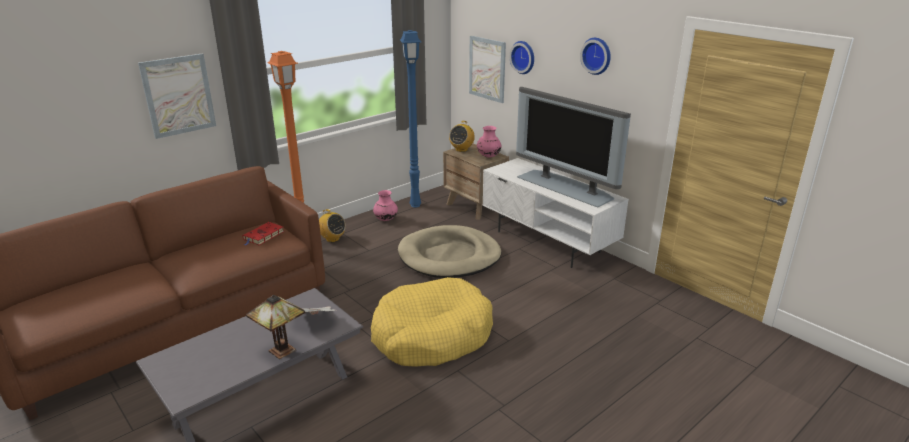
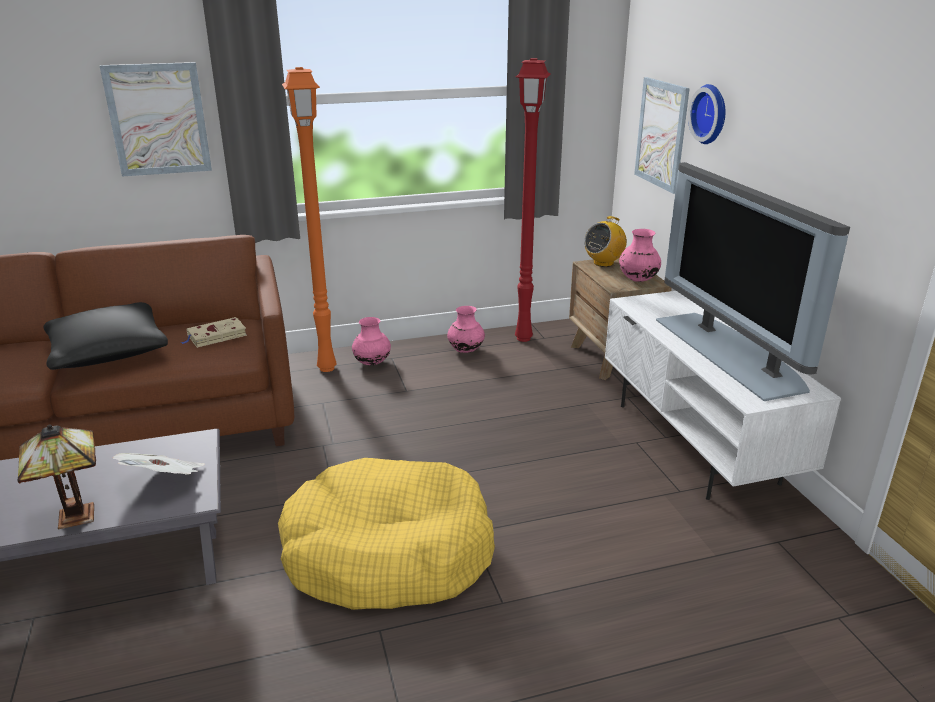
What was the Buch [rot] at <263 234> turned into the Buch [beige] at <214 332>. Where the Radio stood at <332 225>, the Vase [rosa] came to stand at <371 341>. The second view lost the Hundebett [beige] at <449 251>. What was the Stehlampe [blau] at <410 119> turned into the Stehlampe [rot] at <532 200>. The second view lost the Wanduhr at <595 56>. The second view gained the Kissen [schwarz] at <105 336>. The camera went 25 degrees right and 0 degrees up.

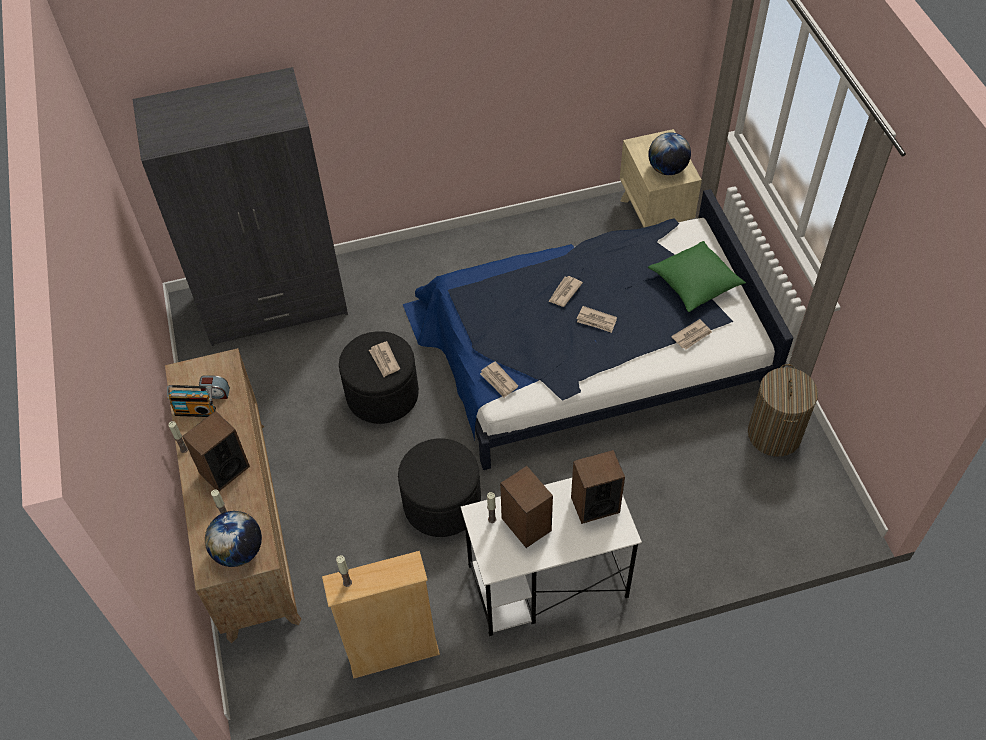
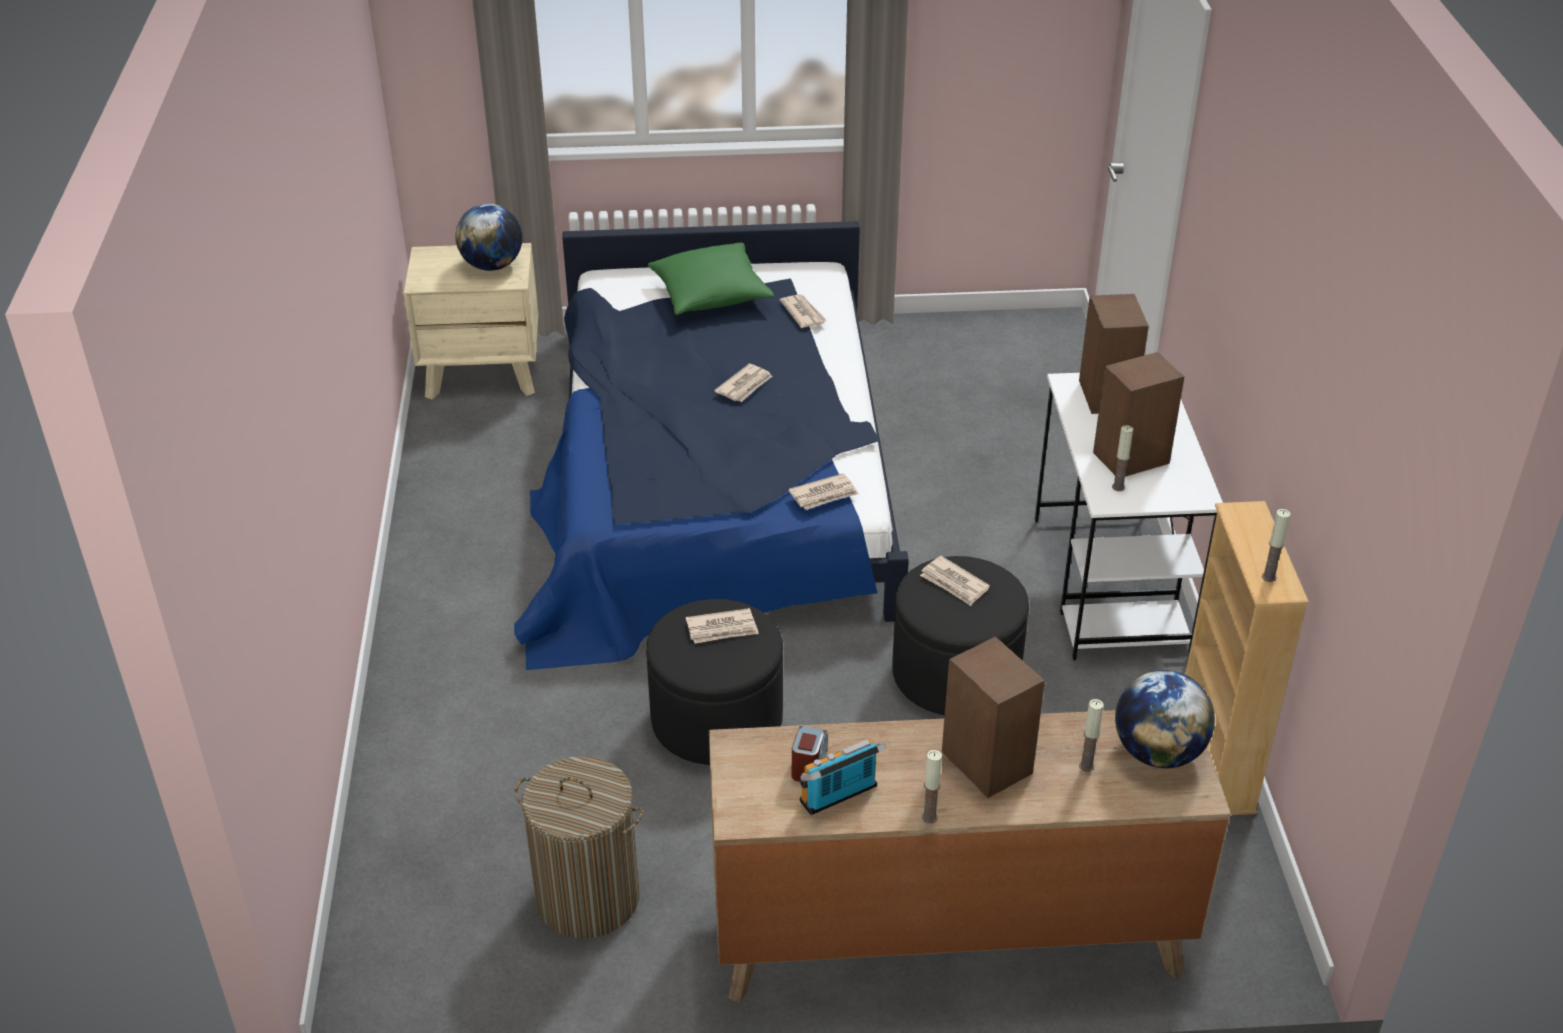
The second view lost the Kleiderschrank [grau] at <240 206>. The Radio at <191 401> ended up facing another way, 135 degrees counterclockwise from before. The Zeitung ended up elsewhere, having gone from <565 291> to <955 581>. The Wäschekorb ended up elsewhere, having gone from <783 410> to <579 847>. The camera went 80 degrees left and 15 degrees down.

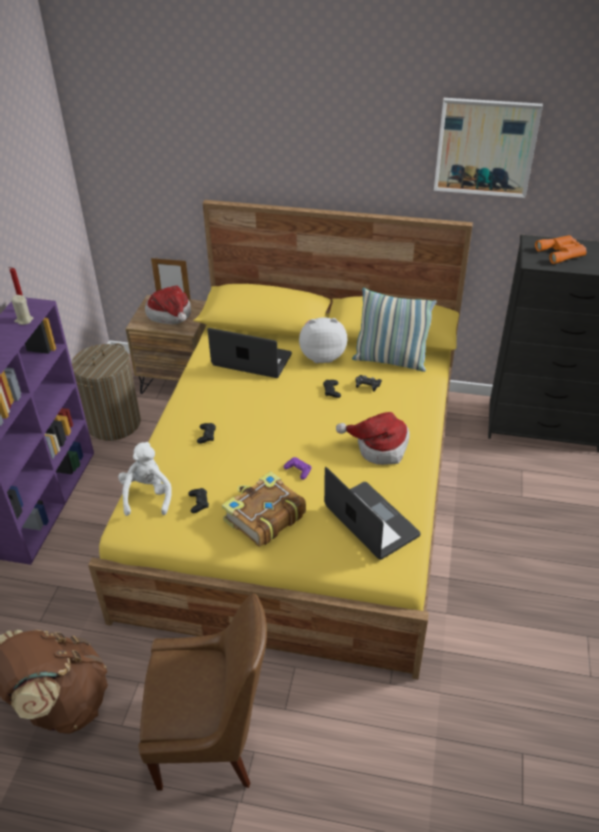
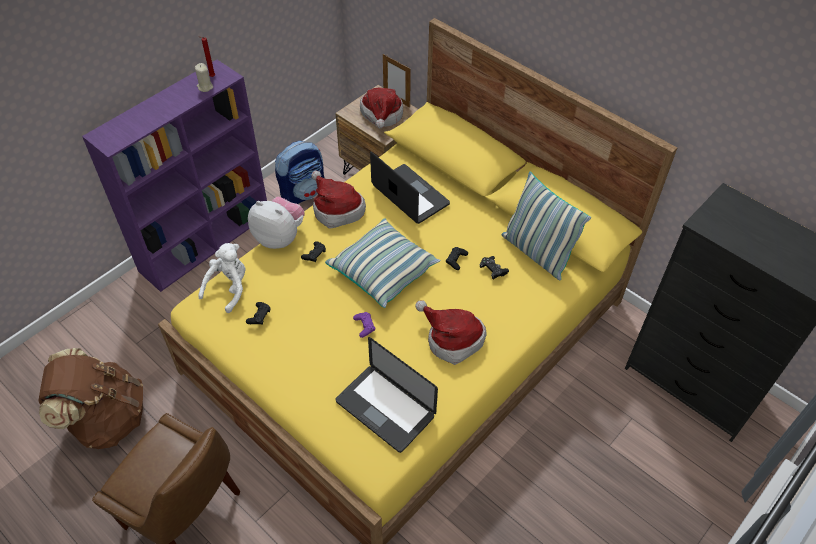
Where the Wäschekorb stood at <106 392>, the Rucksack came to stand at <299 172>. The second view lost the Buch at <264 509>. The Plüschtier ended up elsewhere, having gone from <323 340> to <276 223>. The Laptop at <372 513> ended up facing another way, 135 degrees clockwise from before. The second view lost the Bild at <488 148>. The second view lost the Fernglas [orange] at <560 249>. The second view gained the Hut at <338 199>. The second view gained the Kissen at <383 263>. The camera went 30 degrees right and 10 degrees up.

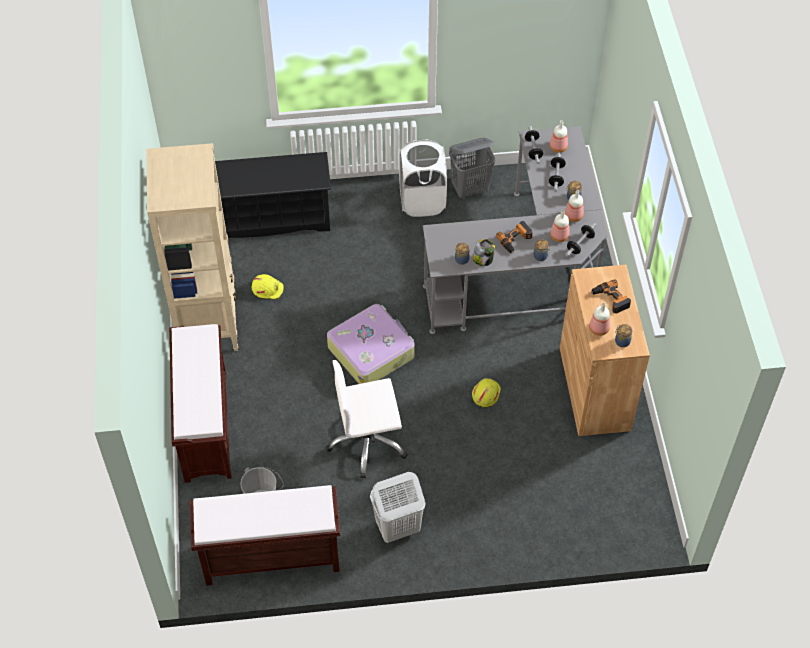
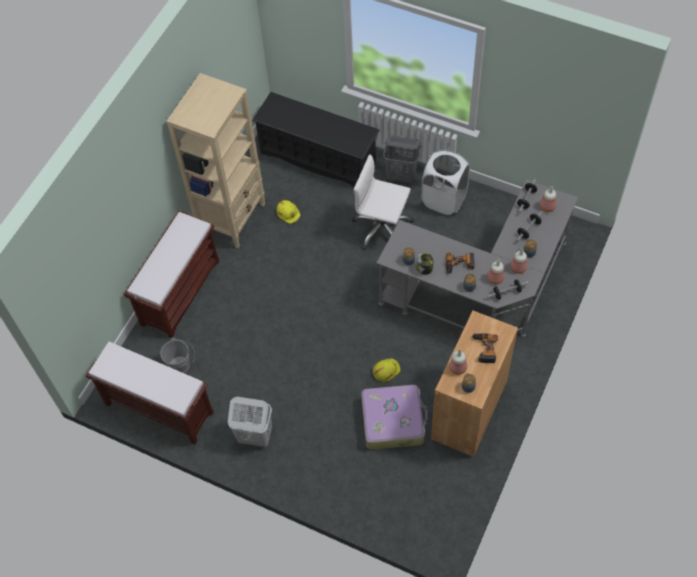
The Bürostuhl [weiß] ended up elsewhere, having gone from <367 419> to <383 202>. The Koffer ended up elsewhere, having gone from <371 344> to <394 417>. The Wäschekorb [grau] ended up elsewhere, having gone from <472 168> to <402 159>. The camera went 35 degrees right and 5 degrees up.

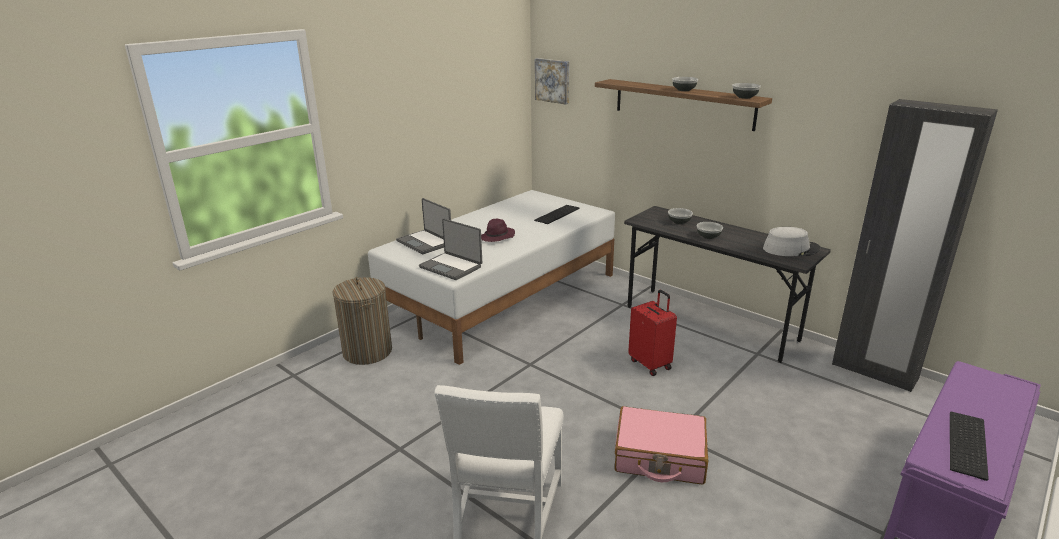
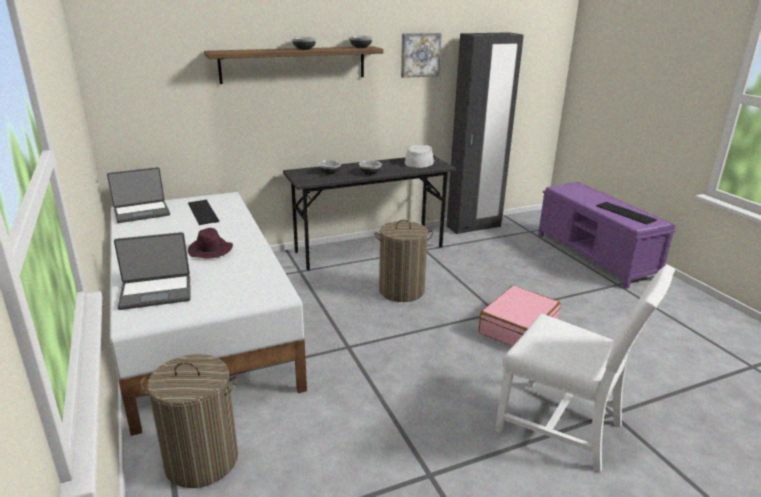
The Laptop ended up elsewhere, having gone from <450 249> to <138 195>. The Bild ended up elsewhere, having gone from <552 81> to <421 55>. Where the Koffer [rot] stood at <652 333>, the Wäschekorb came to stand at <403 261>. The camera went 65 degrees left and 0 degrees up.

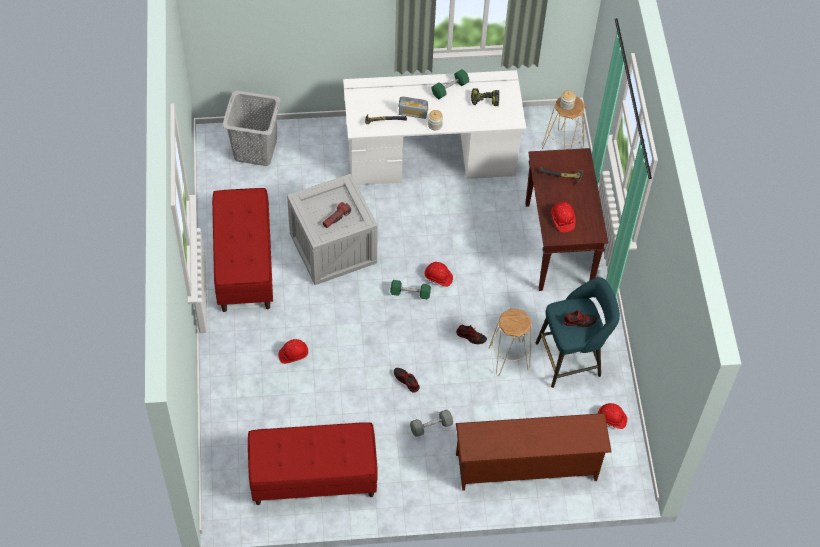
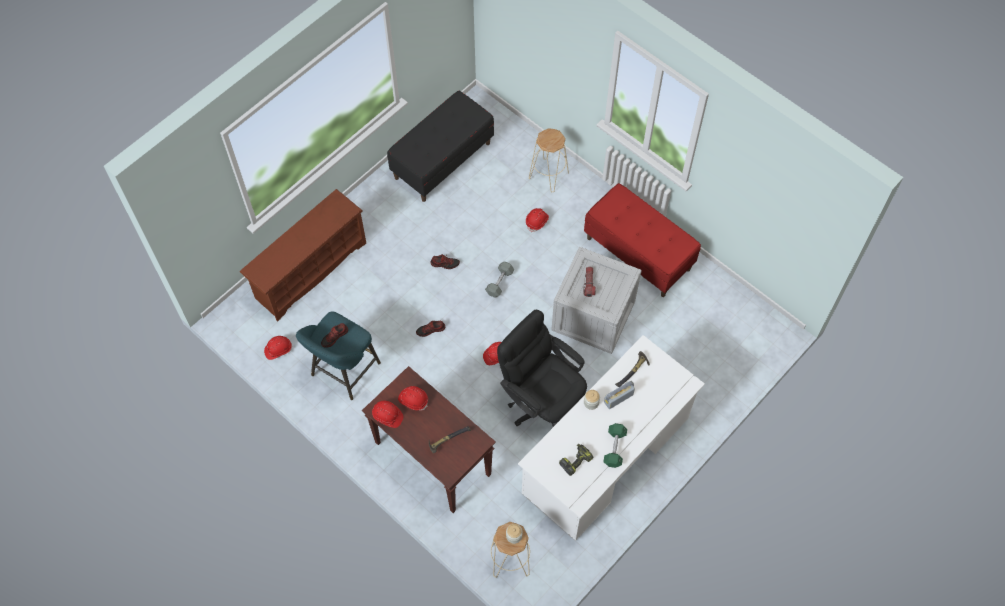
The second view lost the Wäschekorb [grau] at <251 128>. What was the Bank [rot] at <313 463> turned into the Bank [schwarz] at <440 146>. The second view lost the Hantel [grün] at <410 290>. The Hantel [grau] ended up elsewhere, having gone from <431 423> to <499 280>. The Hocker [beige] ended up elsewhere, having gone from <510 342> to <549 160>. The second view gained the Schutzhelm [rot] at <387 414>. The second view gained the Bürostuhl [schwarz] at <542 368>. The camera went 140 degrees right and 5 degrees up.

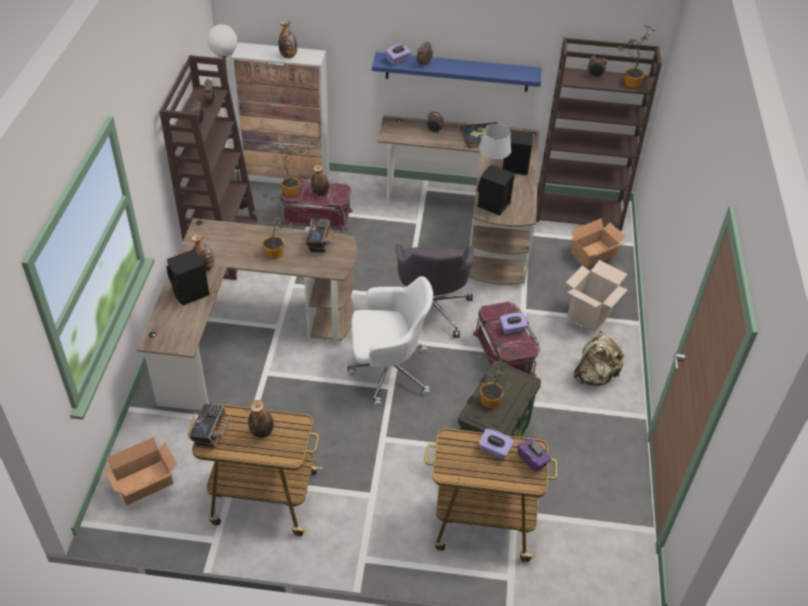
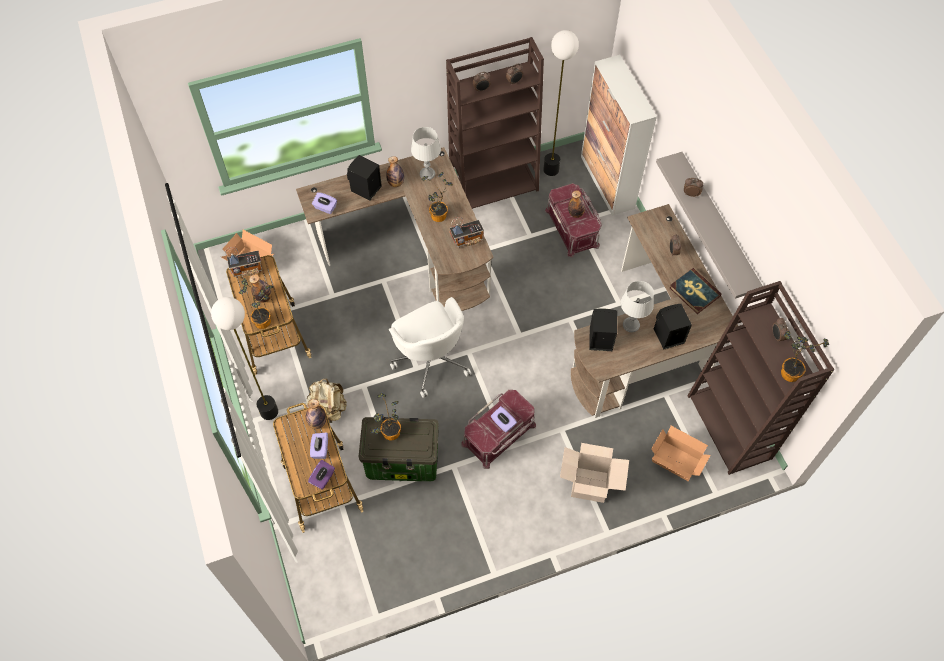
The Topfpflanze ended up elsewhere, having gone from <288 171> to <256 303>. The Flasche ended up elsewhere, having gone from <288 39> to <316 414>. What was the Wandregal [blau] at <456 72> turned into the Wandregal [grau] at <709 225>. The Taschentuchbox [lila] ended up elsewhere, having gone from <398 54> to <324 203>. The second view lost the Bürostuhl [grau] at <435 291>. The Rucksack [beige] ended up elsewhere, having gone from <599 358> to <326 401>. The second view gained the Stehlampe at <244 358>. The second view gained the Tischlampe [grau] at <426 153>. The camera went 65 degrees right and 15 degrees up.

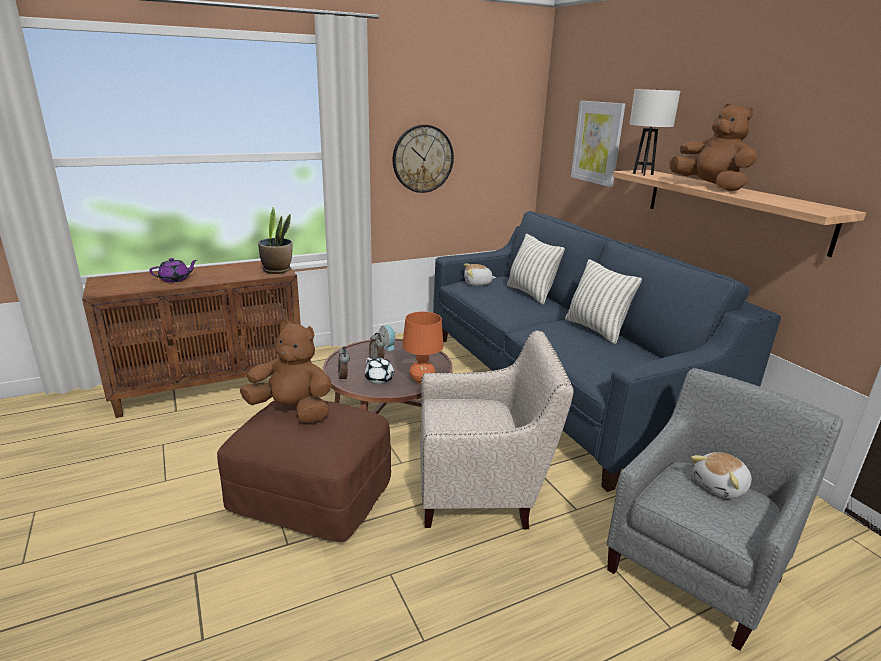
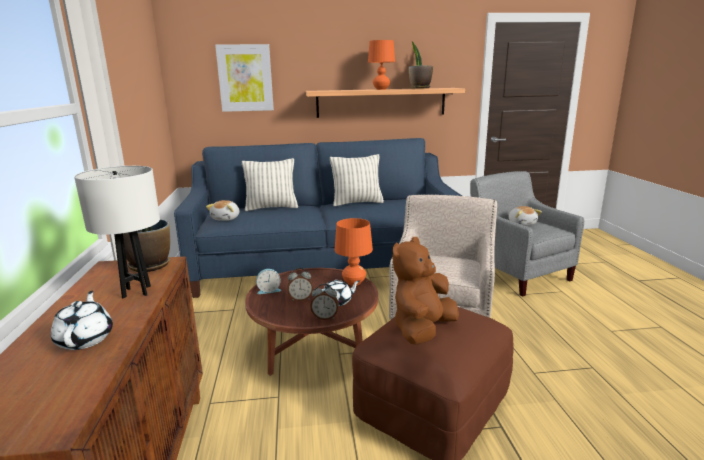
What was the Teekanne [lila] at <173 270> turned into the Teekanne [weiß] at <82 320>. The second view lost the Wanduhr at <423 159>. The Tischlampe [weiß] ended up elsewhere, having gone from <655 132> to <117 232>. Where the Plüschtier [braun] stood at <713 147>, the Tischlampe [orange] came to stand at <381 65>. The second view gained the Topfpflanze at <421 64>. The camera went 70 degrees left and 5 degrees down.

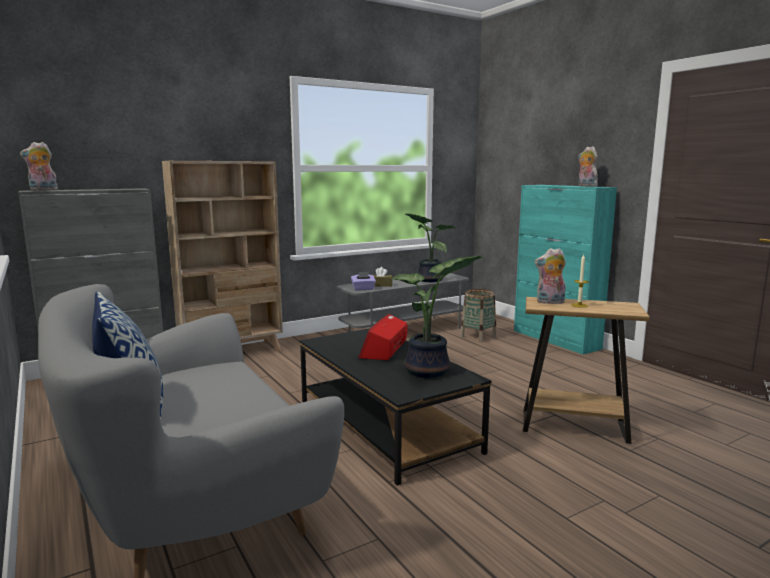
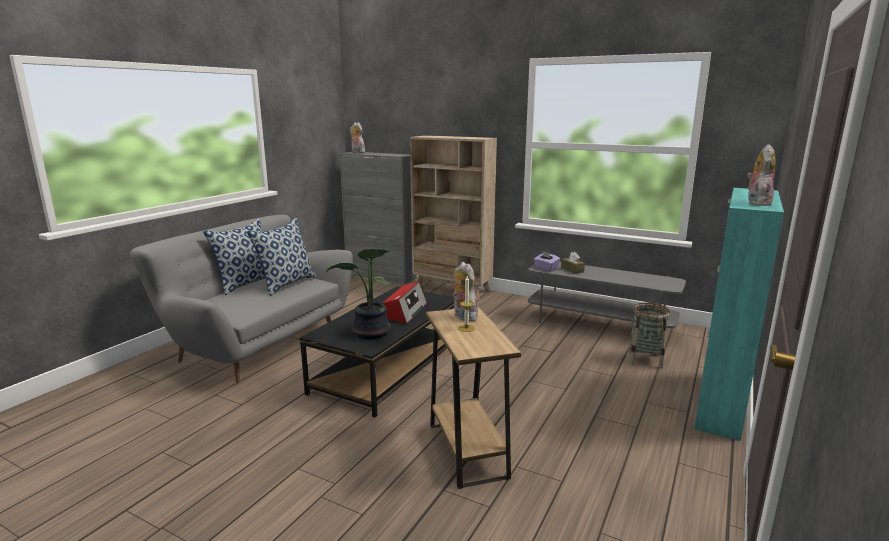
The Radio at <383 337> ended up facing another way, 120 degrees clockwise from before. The second view lost the Topfpflanze at <430 247>. The second view gained the Kissen at <282 257>. The camera went 60 degrees right and 5 degrees up.

